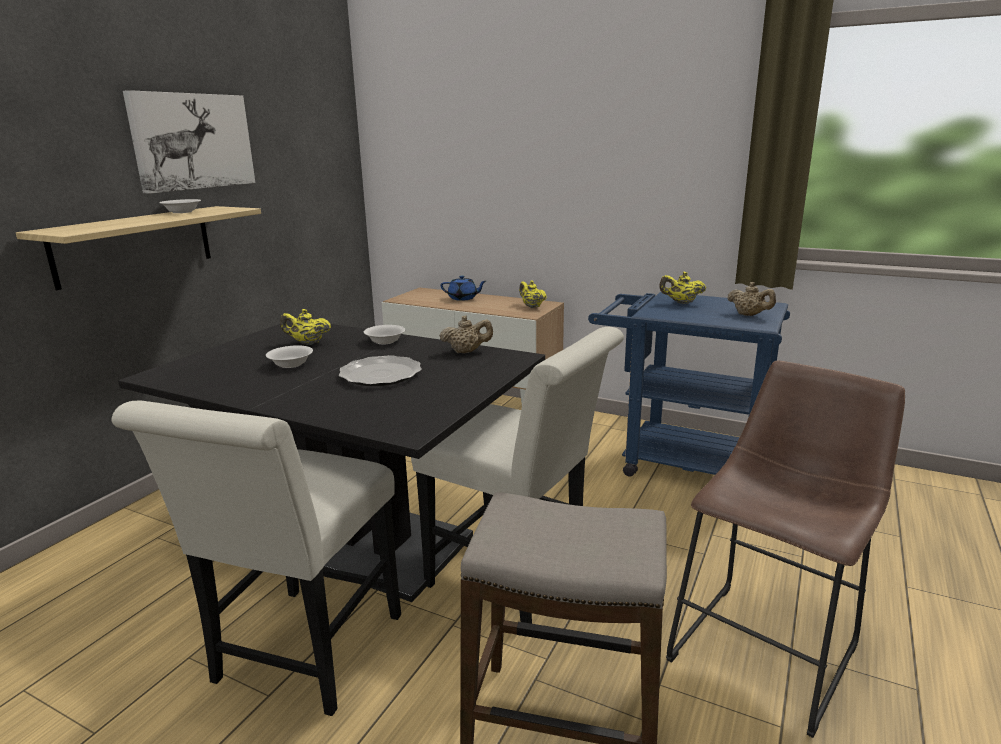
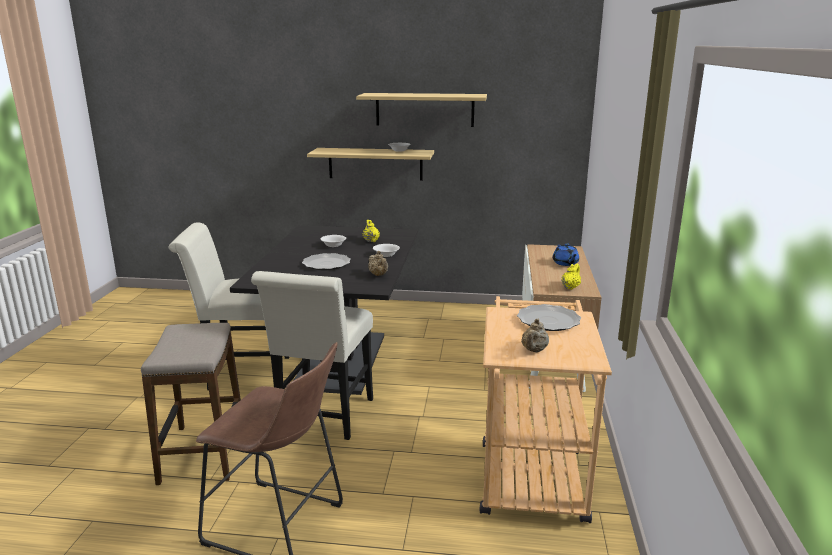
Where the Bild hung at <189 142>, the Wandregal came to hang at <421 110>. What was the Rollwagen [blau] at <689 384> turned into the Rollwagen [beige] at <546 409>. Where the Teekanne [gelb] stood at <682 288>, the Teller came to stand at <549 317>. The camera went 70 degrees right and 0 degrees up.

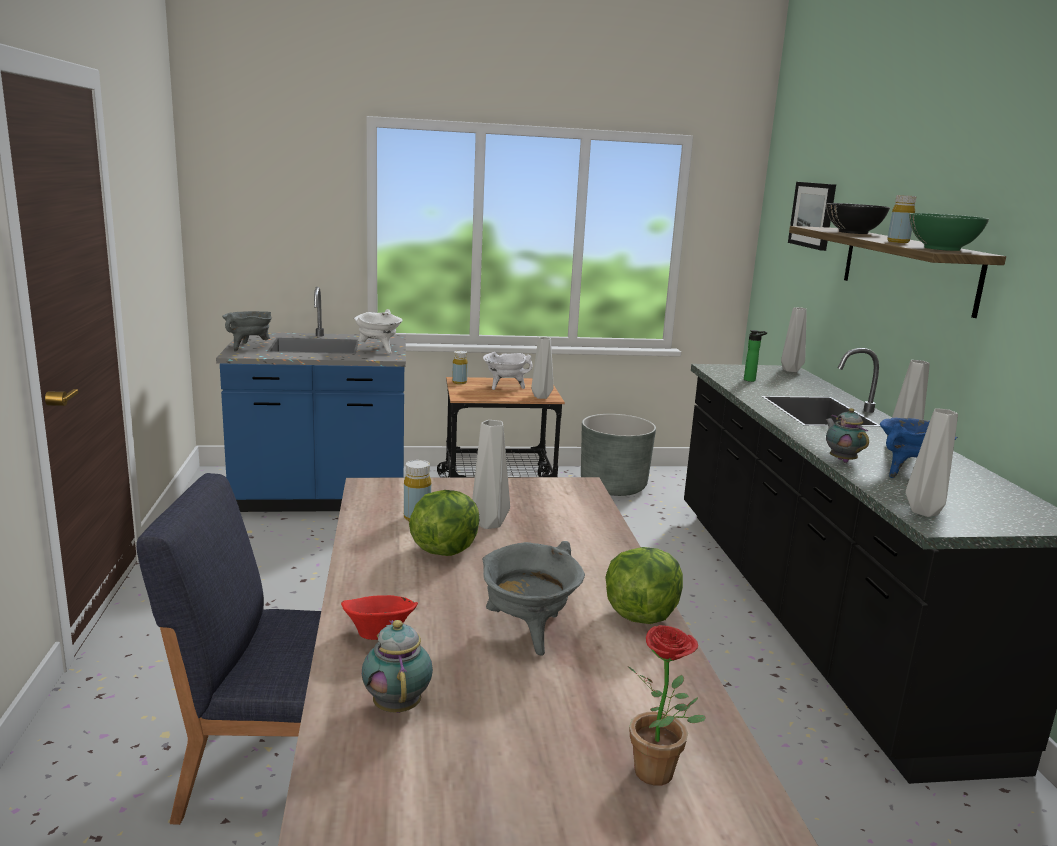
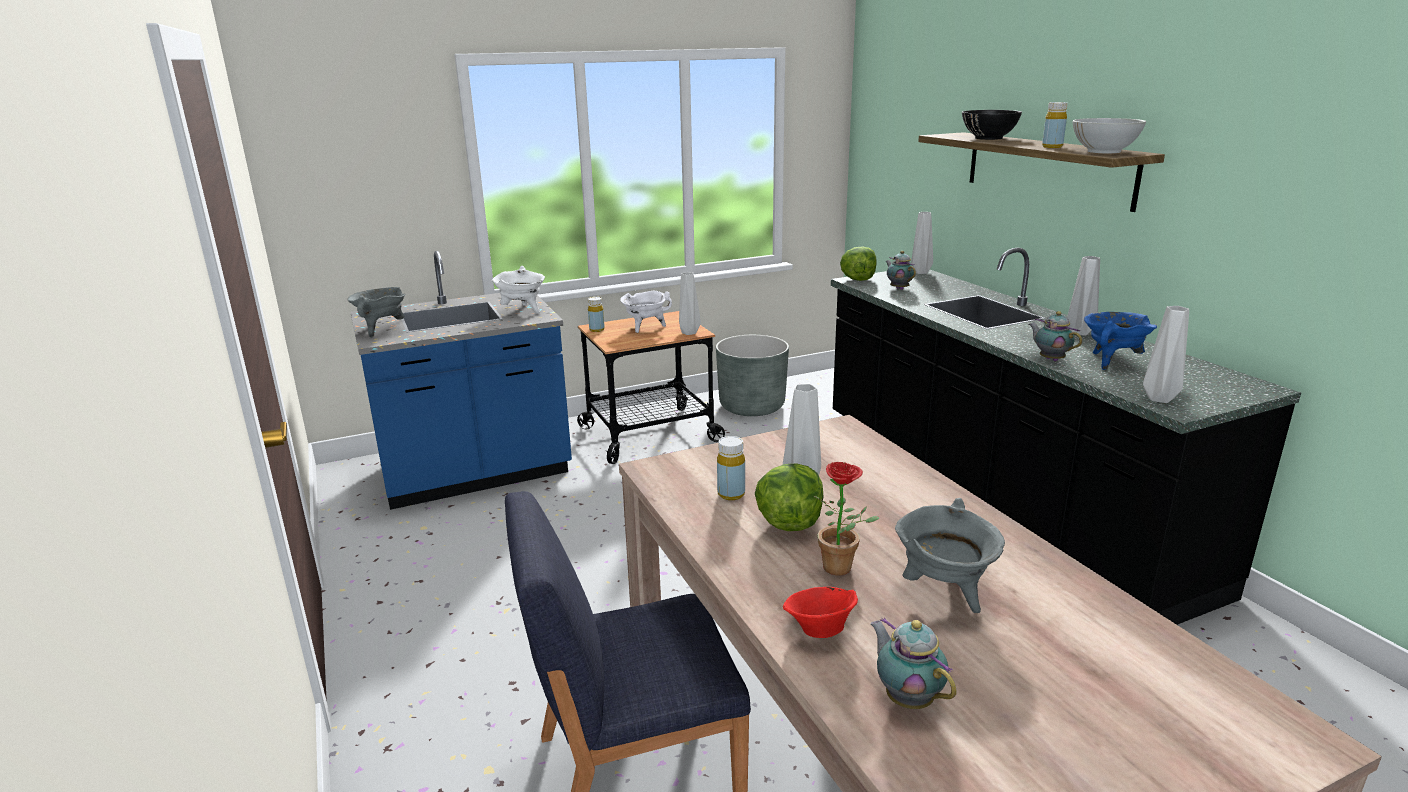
The Salatkopf ended up elsewhere, having gone from <644 585> to <858 263>. The Topfpflanze ended up elsewhere, having gone from <666 705> to <846 518>. Where the Flasche stood at <755 356>, the Teekanne came to stand at <900 270>. The second view lost the Bild at <812 216>. What was the Schüssel [grün] at <949 232> turned into the Schüssel [weiß] at <1109 135>. The camera went 15 degrees left and 5 degrees up.

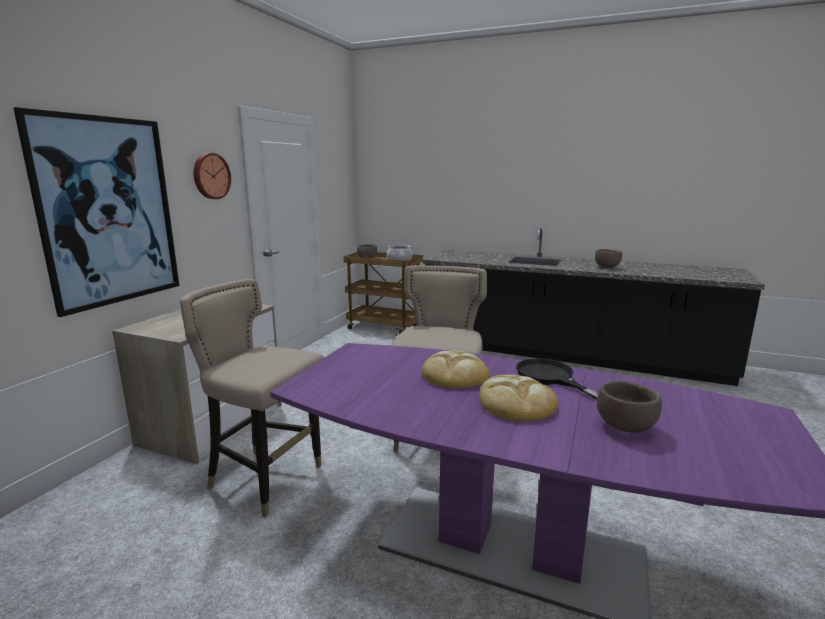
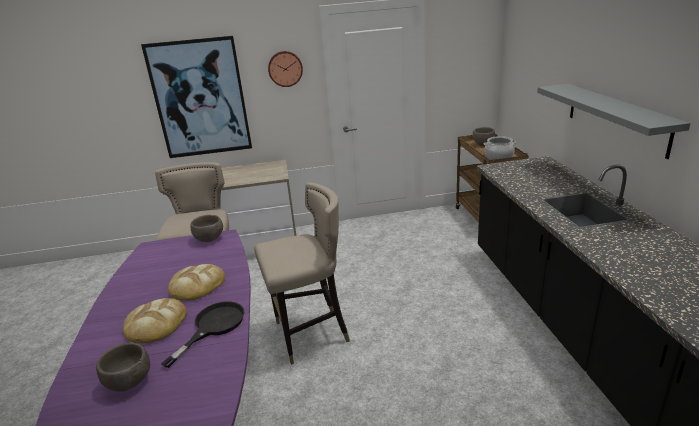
The Schüssel [braun] ended up elsewhere, having gone from <608 258> to <206 228>. The second view gained the Wandregal [grau] at <614 121>. The camera went 60 degrees right and 10 degrees up.

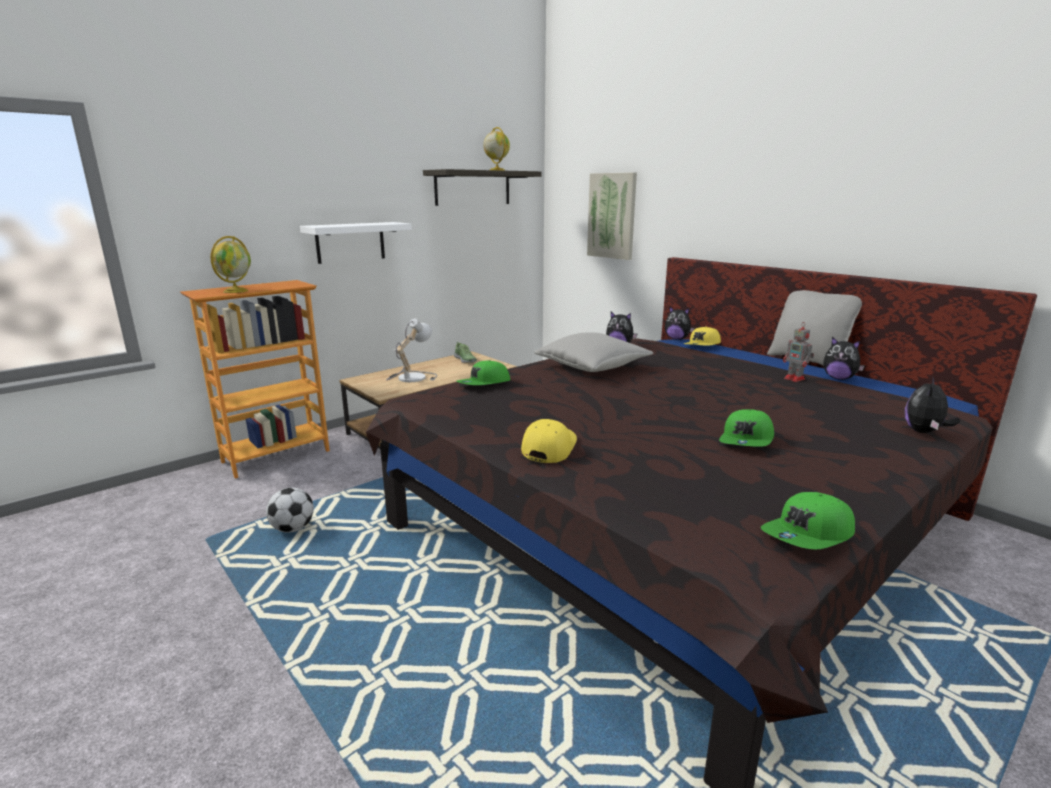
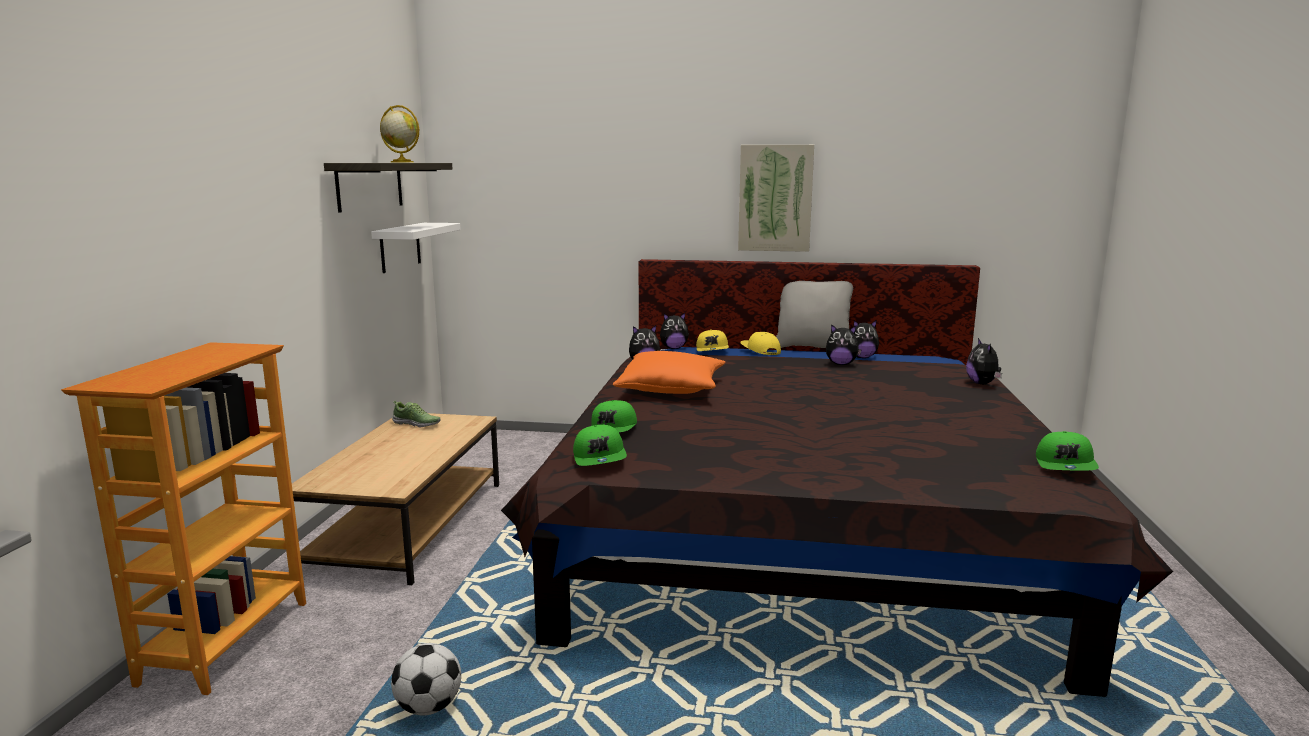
The second view lost the Globus at <230 264>. The Wandregal [weiß] ended up elsewhere, having gone from <356 243> to <416 248>. The second view lost the Tischlampe at <412 350>. The Kappe [gelb] ended up elsewhere, having gone from <549 441> to <760 343>. What was the Kissen [grau] at <593 352> turned into the Kissen [orange] at <669 372>. The Bild ended up elsewhere, having gone from <612 216> to <776 198>. The Kappe [grün] ended up elsewhere, having gone from <746 428> to <600 445>. Where the Spielzeugroboter stood at <798 353>, the Plüschtier came to stand at <844 344>. The camera went 40 degrees left and 5 degrees down.

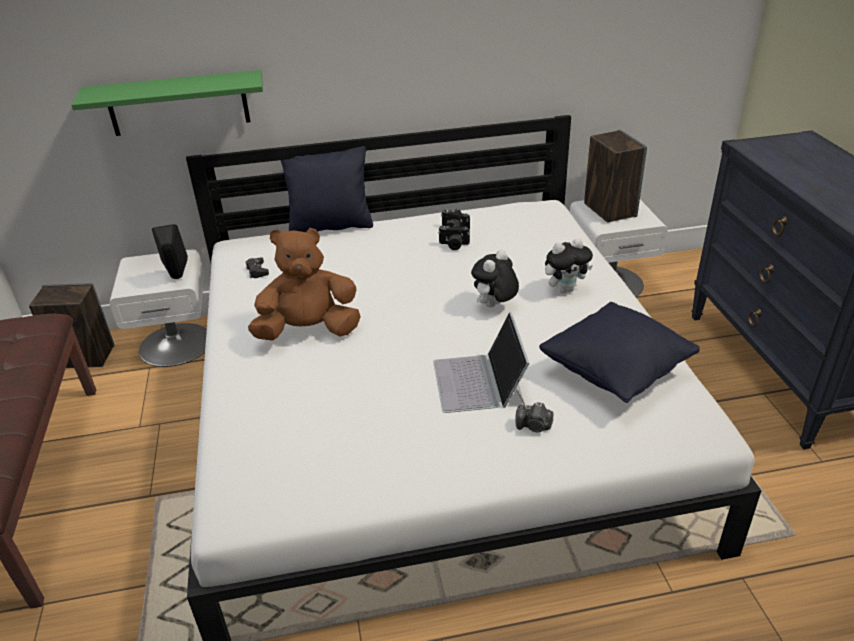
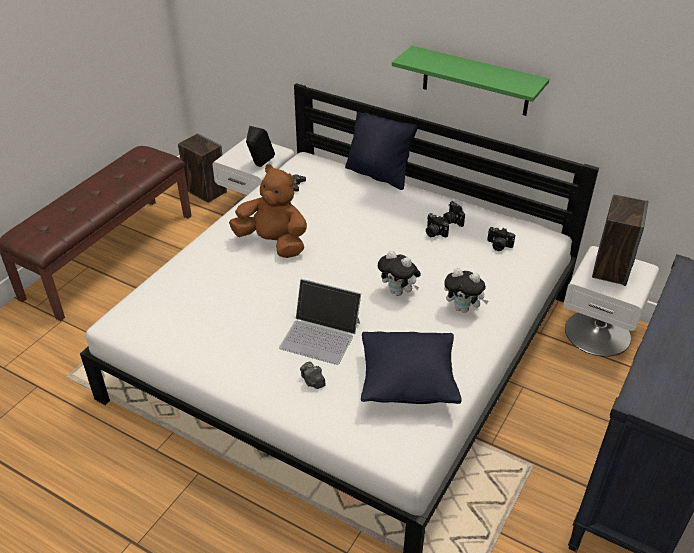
The Wandregal [grün] ended up elsewhere, having gone from <167 103> to <470 81>. The Laptop at <481 362> ended up facing another way, 105 degrees counterclockwise from before. The Plüschtier at <495 278> ended up facing another way, 135 degrees counterclockwise from before. The second view gained the Kamera at <501 239>. The camera went 40 degrees right and 5 degrees up.

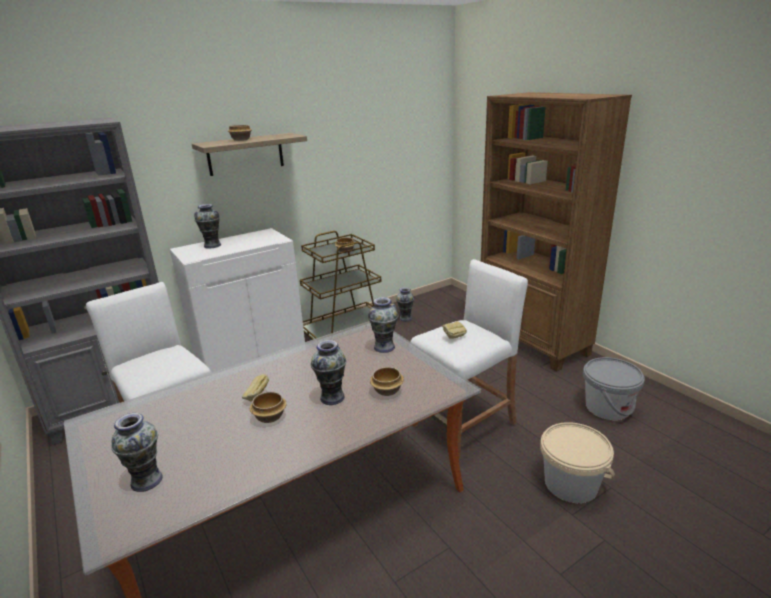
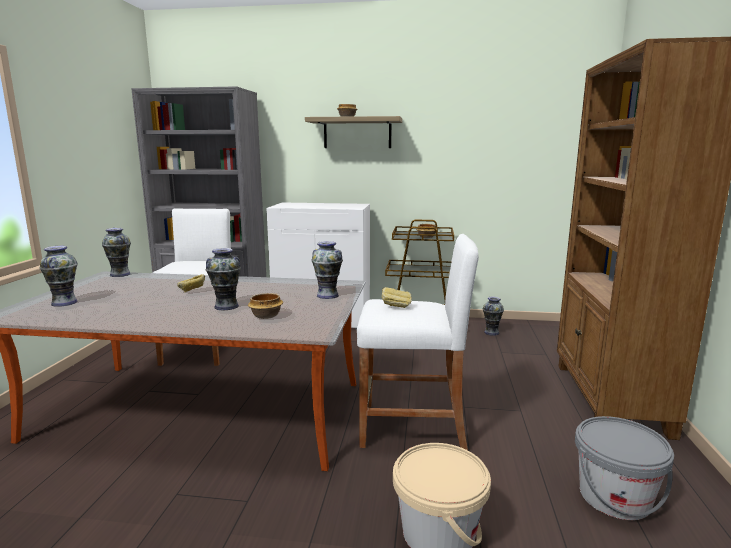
The Vase ended up elsewhere, having gone from <207 226> to <116 252>. The second view lost the Schüssel at <268 407>. The camera went 40 degrees right and 10 degrees down.

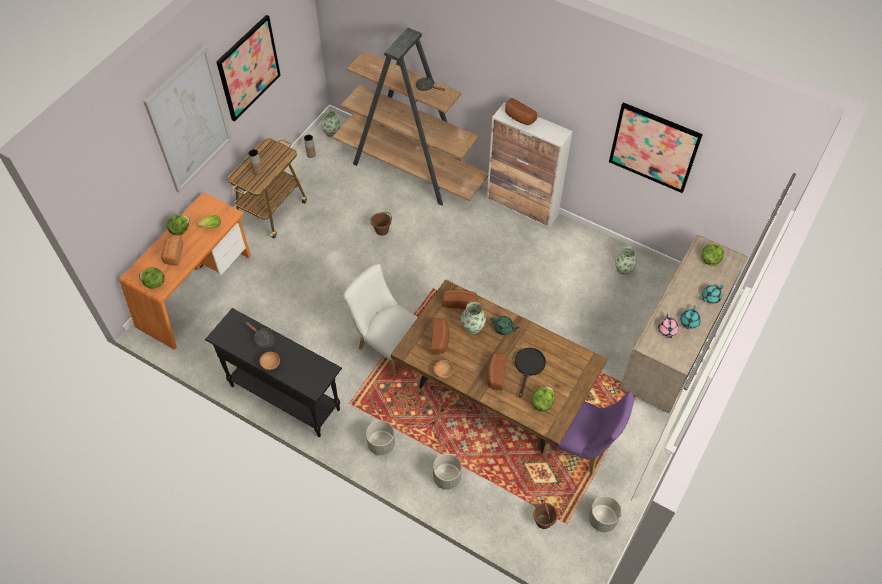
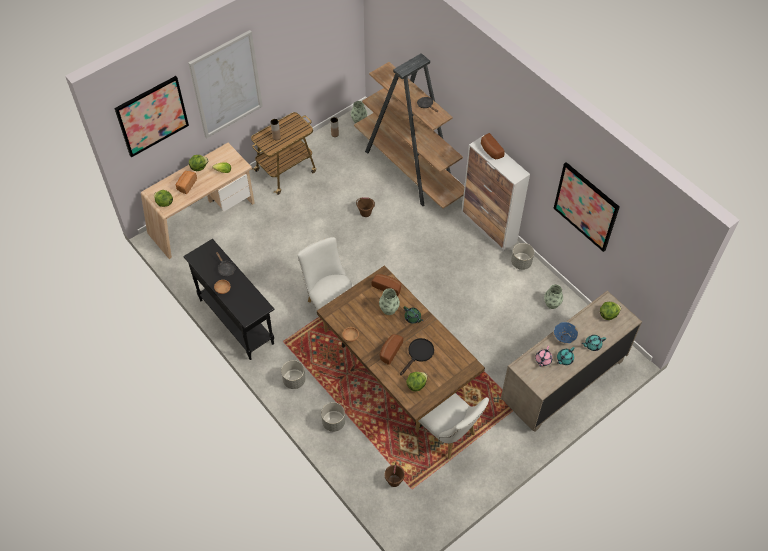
What was the Schreibtisch [orange] at <185 271> turned into the Schreibtisch [beige] at <198 201>. The Bild ended up elsewhere, having gone from <248 68> to <151 117>. The second view lost the Brot at <440 336>. What was the Stuhl [lila] at <588 433> turned into the Stuhl [weiß] at <452 426>. The Pflanzkübel [grau] ended up elsewhere, having gone from <605 514> to <522 256>. The second view gained the Schüssel [blau] at <566 333>. The camera went 20 degrees right and 0 degrees up.

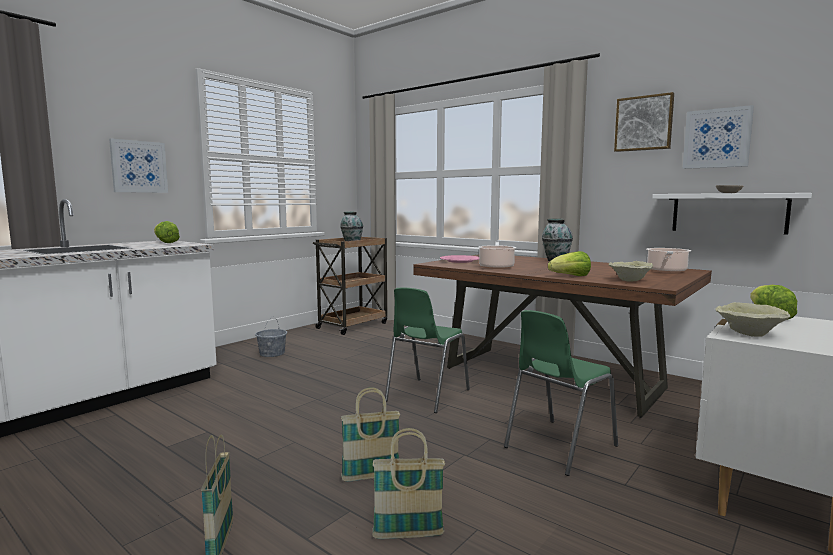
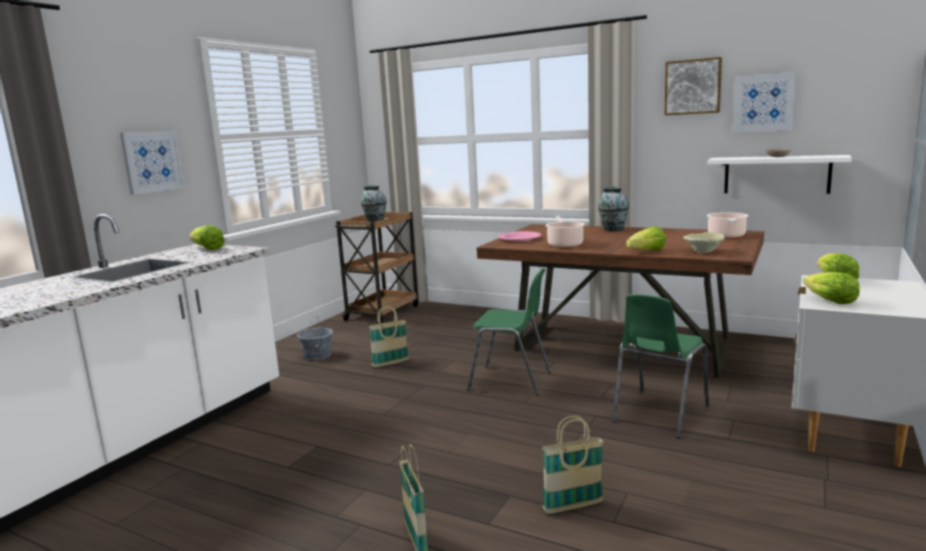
The Korb ended up elsewhere, having gone from <371 434> to <389 336>. The Stuhl [grün] at <427 350> ended up facing another way, 90 degrees counterclockwise from before. Where the Schüssel [beige] stood at <752 319>, the Salatkopf came to stand at <831 288>. The camera went 10 degrees left and 5 degrees up.

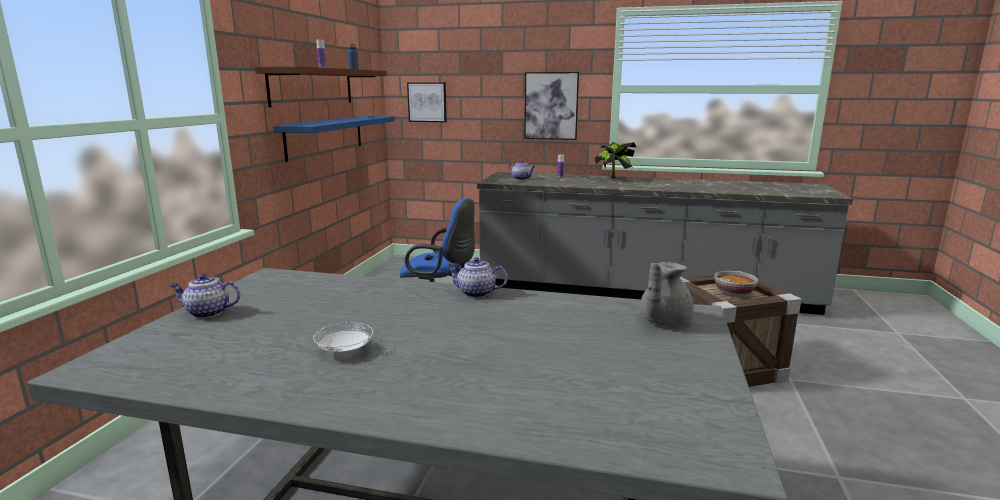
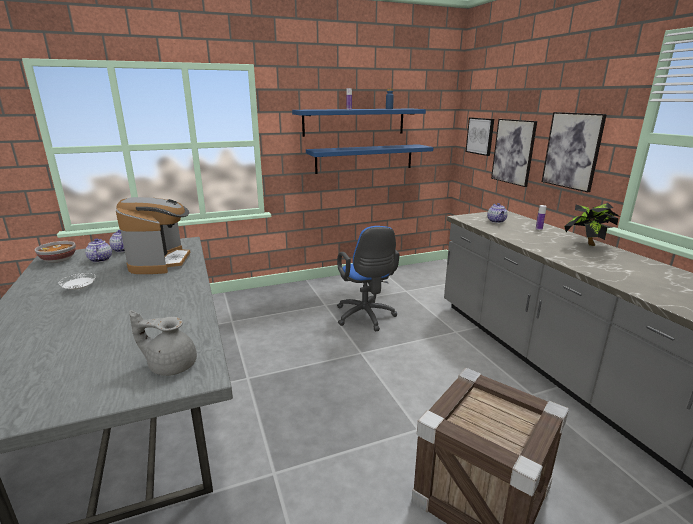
What was the Wandregal [braun] at <321 86> turned into the Wandregal [blau] at <359 123>. The Teekanne ended up elsewhere, having gone from <477 277> to <98 250>. The Schüssel ended up elsewhere, having gone from <736 284> to <55 252>. The second view gained the Kaffeemaschine at <153 235>. The second view gained the Bild at <514 153>. The camera went 55 degrees right and 5 degrees up.

